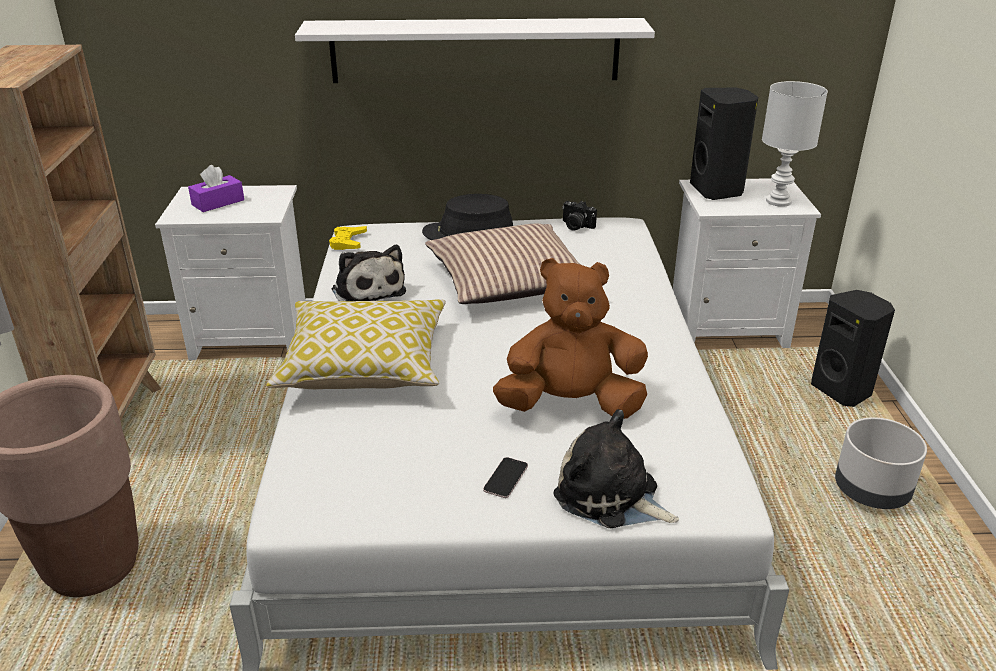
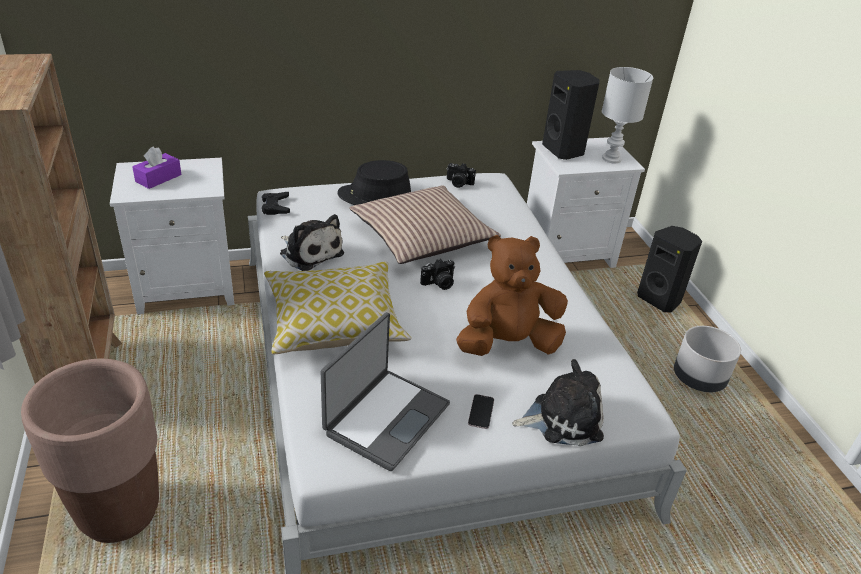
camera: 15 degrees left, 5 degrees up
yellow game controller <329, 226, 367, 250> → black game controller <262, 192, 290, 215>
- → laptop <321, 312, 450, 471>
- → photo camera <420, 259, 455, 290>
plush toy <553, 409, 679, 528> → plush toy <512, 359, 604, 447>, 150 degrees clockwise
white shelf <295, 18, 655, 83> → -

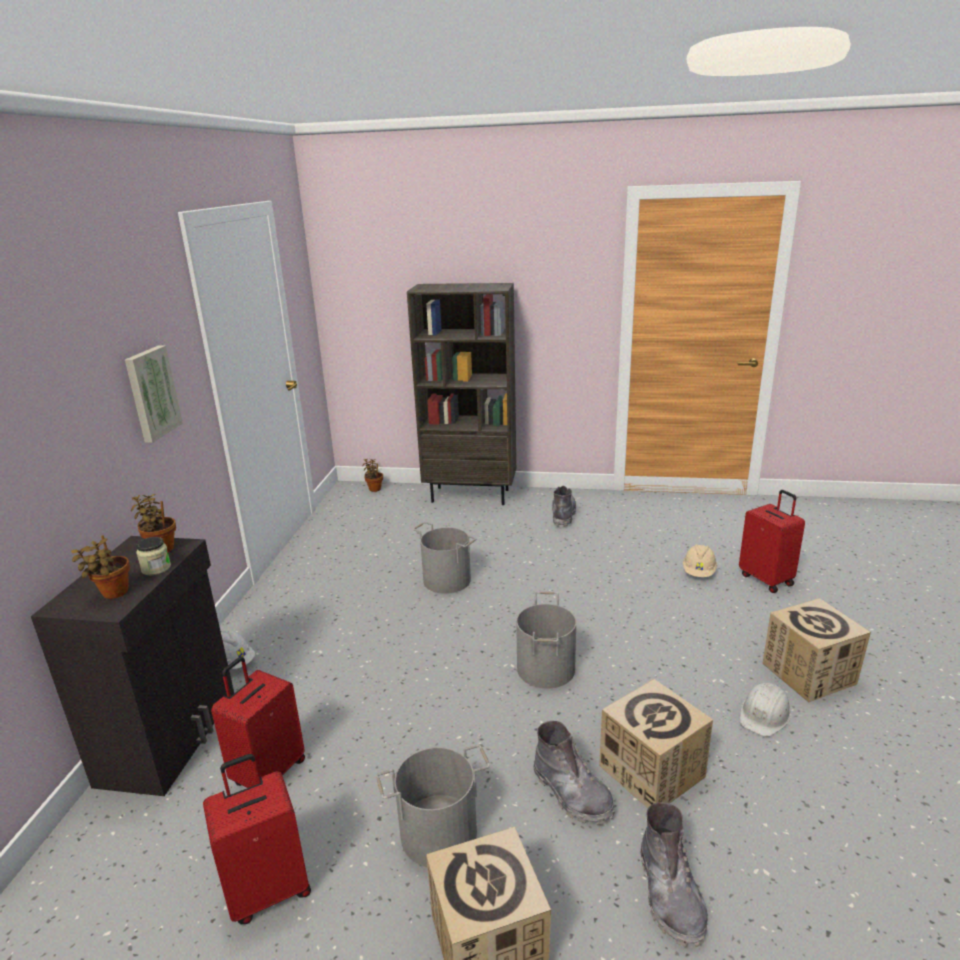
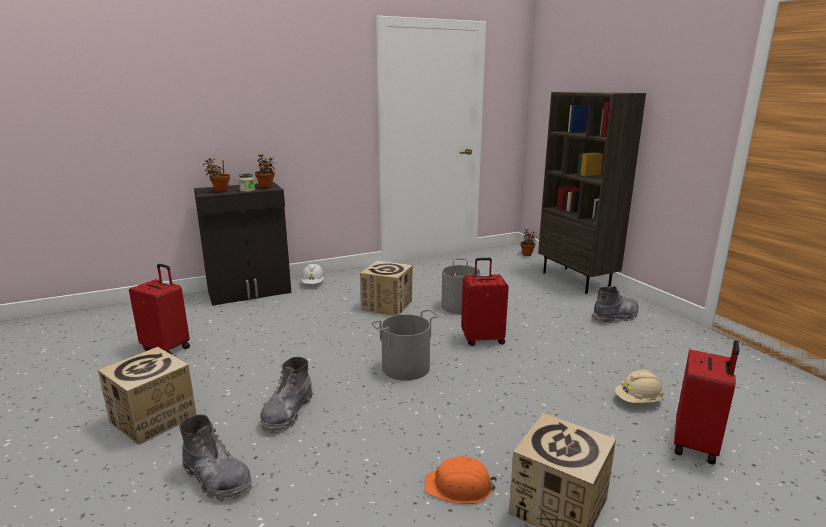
camera: 55 degrees right, 5 degrees down
grey boot <641, 802, 708, 947> → grey boot <179, 415, 252, 500>, 105 degrees counterclockwise
cardboard box <599, 679, 713, 808> → cardboard box <360, 261, 413, 316>, moved
white hard hat <740, 683, 791, 737> → orange hard hat <425, 456, 497, 504>
red suitcase <211, 657, 305, 788> → red suitcase <461, 258, 509, 346>, moved
picture <125, 345, 183, 443> → -
grey bucket <376, 745, 490, 867> → -

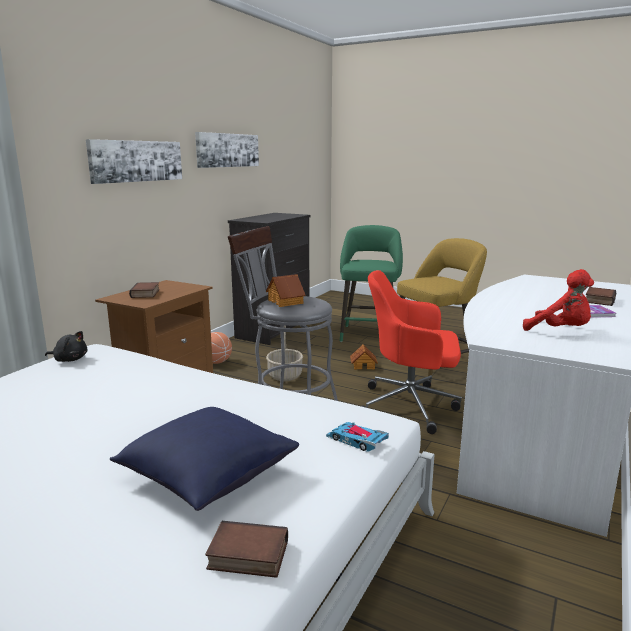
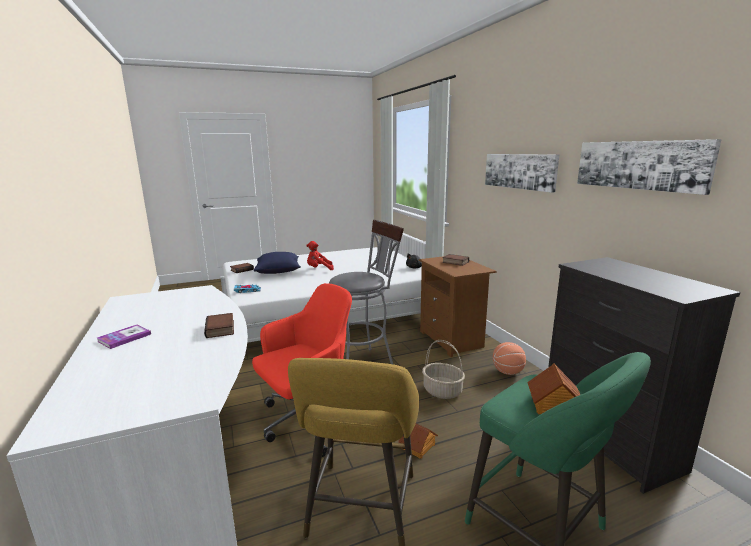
camera: 130 degrees right, 0 degrees up
book <586, 287, 616, 306> → book <204, 313, 234, 338>, moved
red plush toy <523, 269, 594, 331> → red plush toy <306, 241, 334, 270>, moved
toy house <266, 274, 305, 307> → toy house <527, 364, 581, 414>, moved

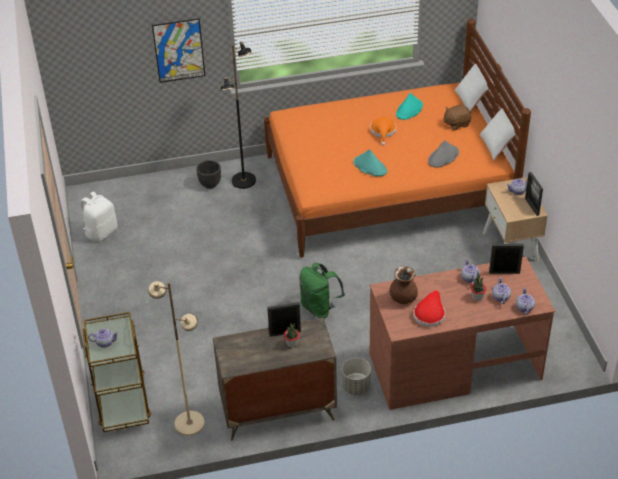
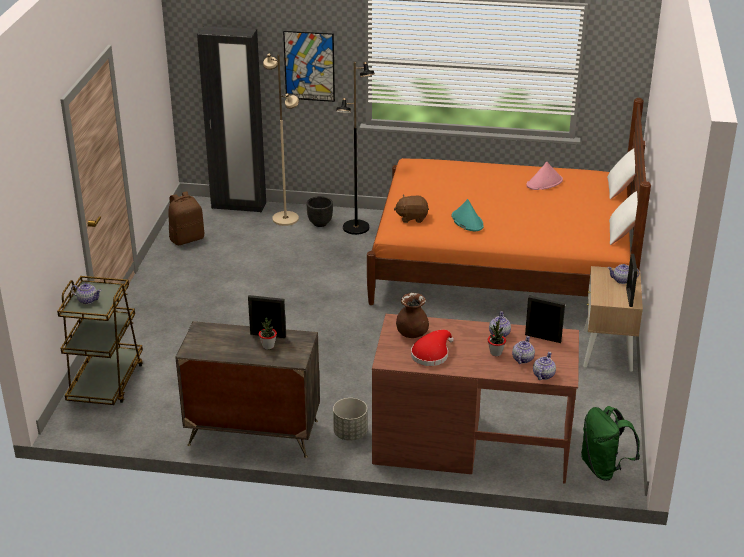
camera: 20 degrees right, 10 degrees down
white backpack <80, 191, 117, 242> → brown backpack <168, 191, 204, 245>
- → black wardrobe <197, 26, 266, 212>
beige floor lamp <148, 281, 205, 436> → beige floor lamp <263, 54, 299, 226>, moved
brown plush toy <443, 104, 472, 130> → brown plush toy <394, 195, 429, 223>, moved
turquoise hat <396, 93, 423, 120> → pink hat <527, 162, 563, 190>
green backpack <299, 263, 345, 318> → green backpack <581, 406, 640, 481>, moved
orange hat <371, 117, 396, 146> → -
grey hat <428, 140, 459, 168> → -

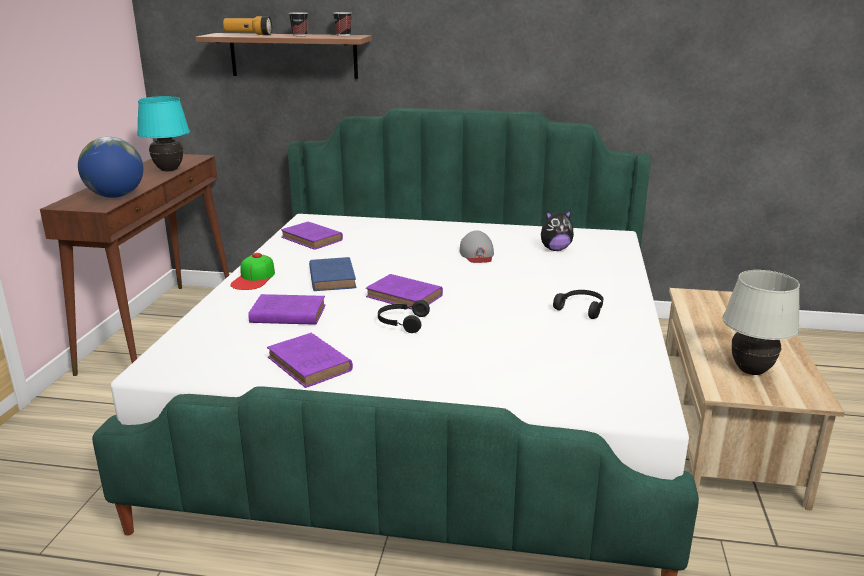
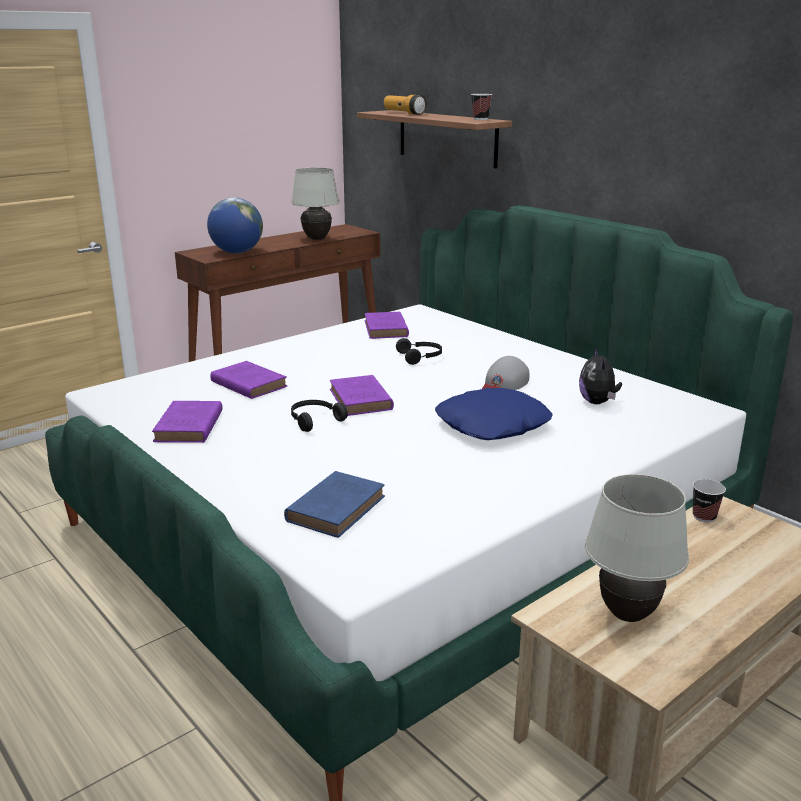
camera: 40 degrees right, 0 degrees up
blue book <309, 257, 356, 291> → blue book <284, 471, 385, 538>, moved
turquoise table lamp <137, 96, 190, 172> → white table lamp <292, 168, 340, 240>
black headphones <553, 290, 603, 319> → black headphones <396, 338, 442, 365>, moved
- → blue pillow <435, 388, 552, 440>
plush toy <541, 210, 574, 251> → plush toy <579, 348, 622, 404>, 60 degrees clockwise
cup <289, 12, 308, 36> → cup <693, 479, 726, 522>, moved
cap <230, 253, 275, 290> → -

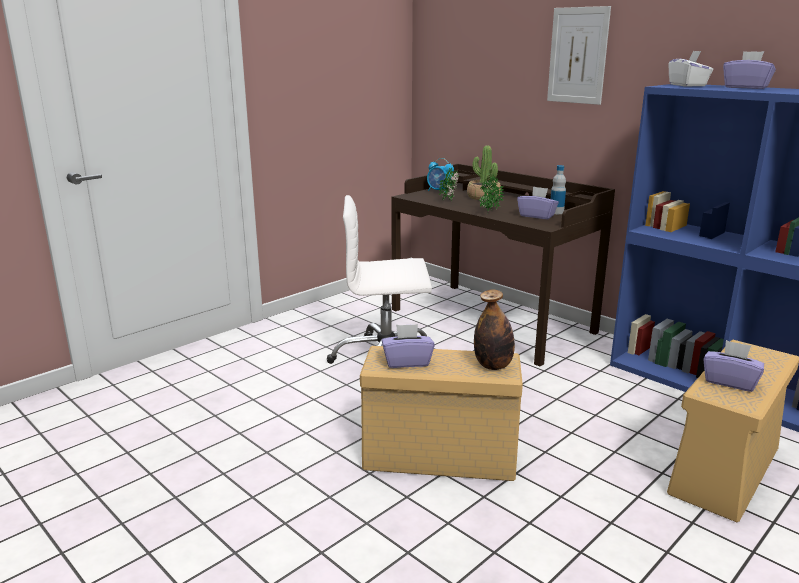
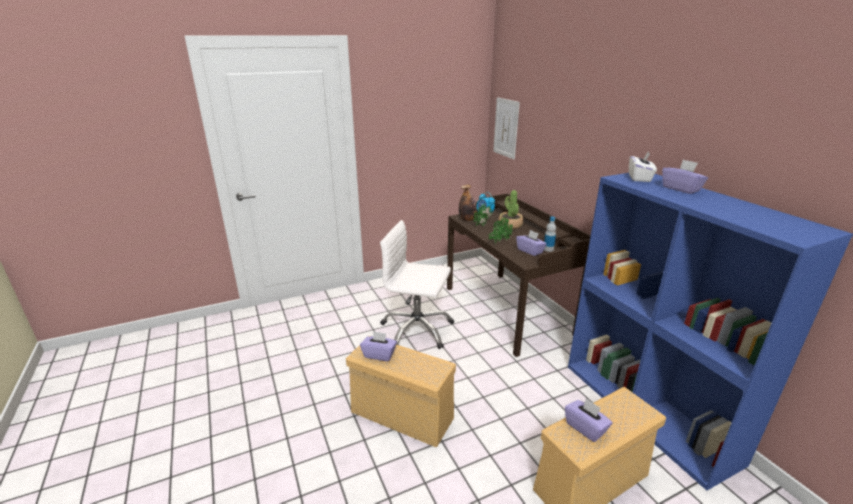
camera: 20 degrees right, 5 degrees up
bottle <474, 290, 515, 370> → bottle <459, 185, 477, 221>, moved
picture <547, 6, 611, 105> → picture <493, 97, 520, 160>, moved

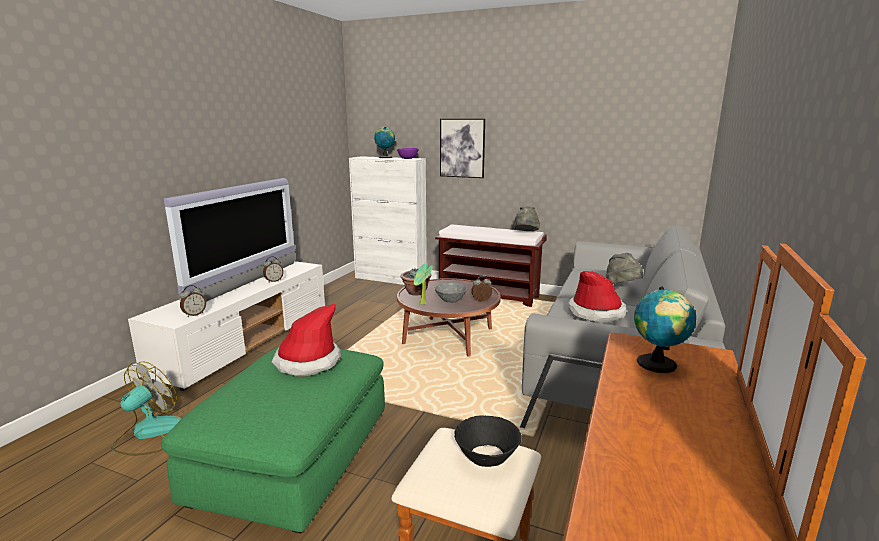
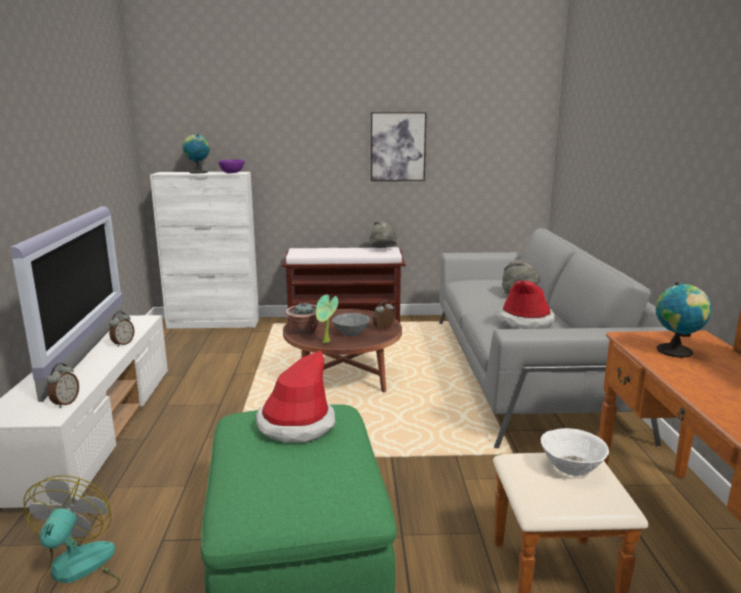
camera: 25 degrees left, 0 degrees up
picture <440, 119, 485, 178> → picture <371, 112, 427, 181>, moved
black bowl <455, 415, 521, 467> → white bowl <541, 428, 609, 476>

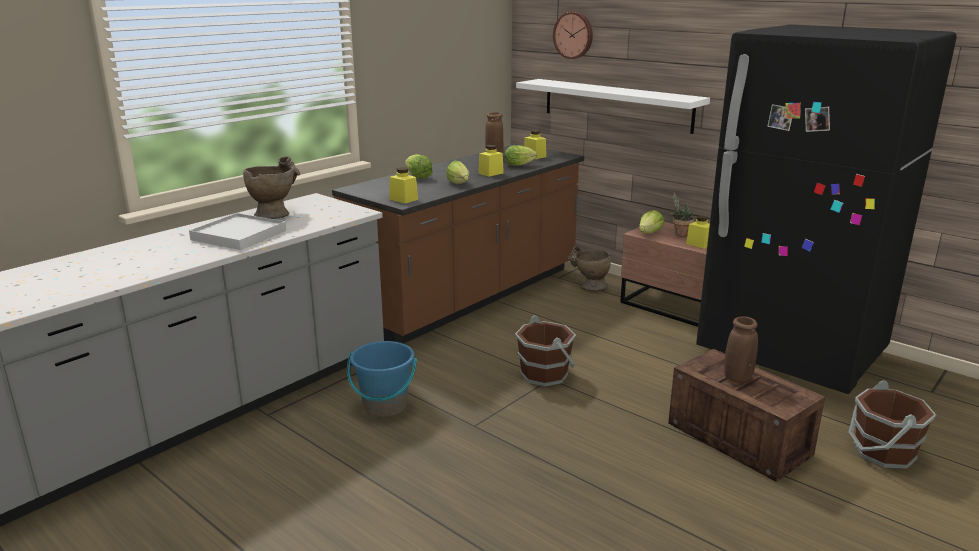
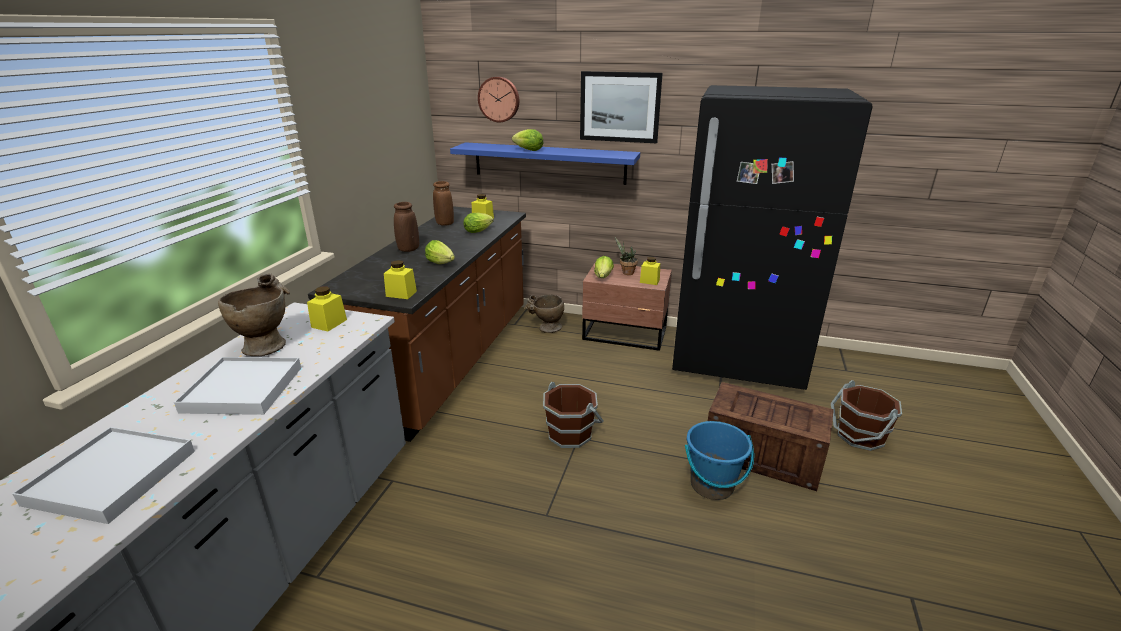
camera: 25 degrees left, 5 degrees up
- → white tray <12, 427, 195, 524>
yellow jar <478, 145, 504, 177> → yellow jar <307, 286, 347, 331>, moved
brown vase <724, 316, 758, 382> → brown vase <394, 202, 419, 252>, moved
white shelf <516, 79, 710, 134> → blue shelf <450, 142, 640, 185>
lettuce <405, 154, 433, 179> → lettuce <512, 129, 543, 151>, moved
- → picture <580, 71, 663, 143>
blue bucket <347, 341, 417, 417> → blue bucket <685, 421, 754, 500>, moved

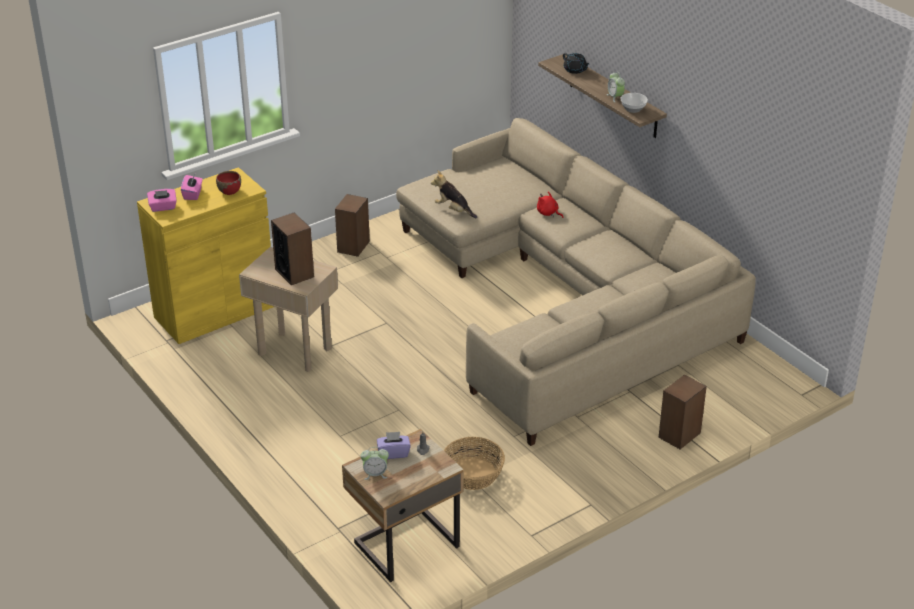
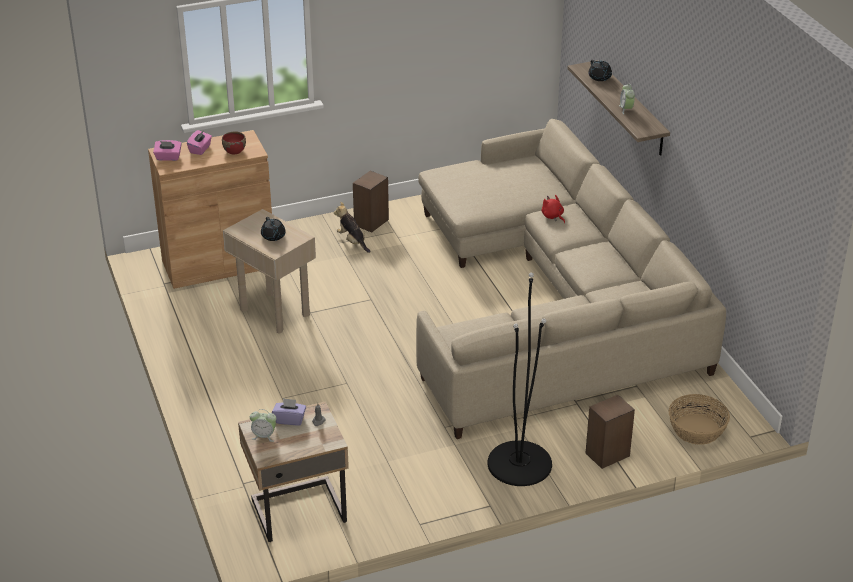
camera: 15 degrees right, 0 degrees up
yellow cabinet <137, 167, 274, 344> → brown cabinet <148, 130, 272, 289>
speaker <271, 213, 314, 285> → black teapot <261, 217, 286, 241>
plush toy <431, 170, 477, 218> → plush toy <333, 202, 370, 253>, moved
- → black floor lamp <488, 273, 552, 486>
basket <444, 437, 505, 490> → basket <668, 394, 730, 445>, moved
bowl <621, 93, 648, 113> → -

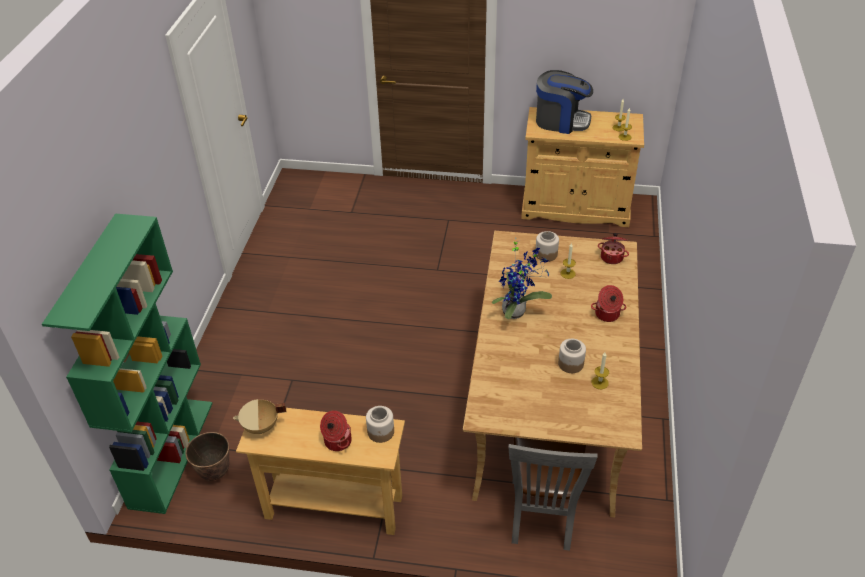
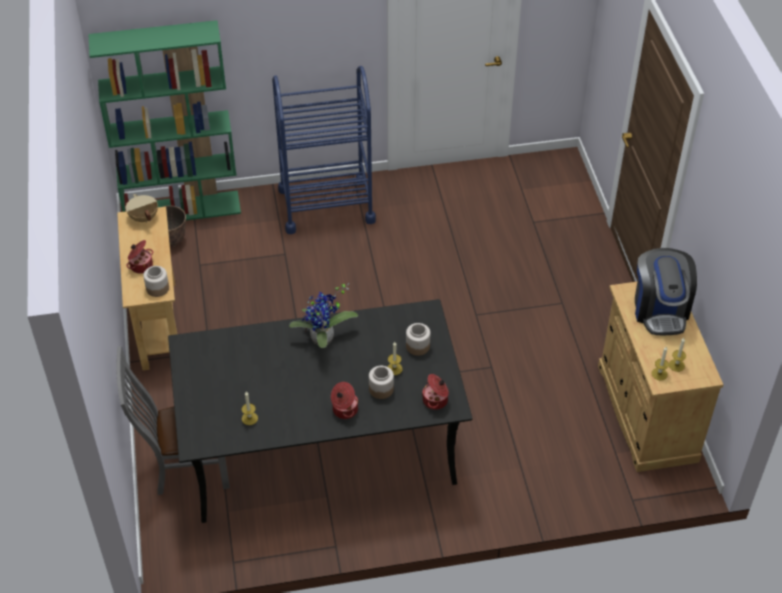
camera: 70 degrees right, 5 degrees up
beige dining table <463, 231, 642, 517> → black dining table <168, 299, 473, 523>
- → blue cart <272, 66, 376, 234>
jar <558, 339, 586, 373> → jar <369, 366, 394, 399>, moved

